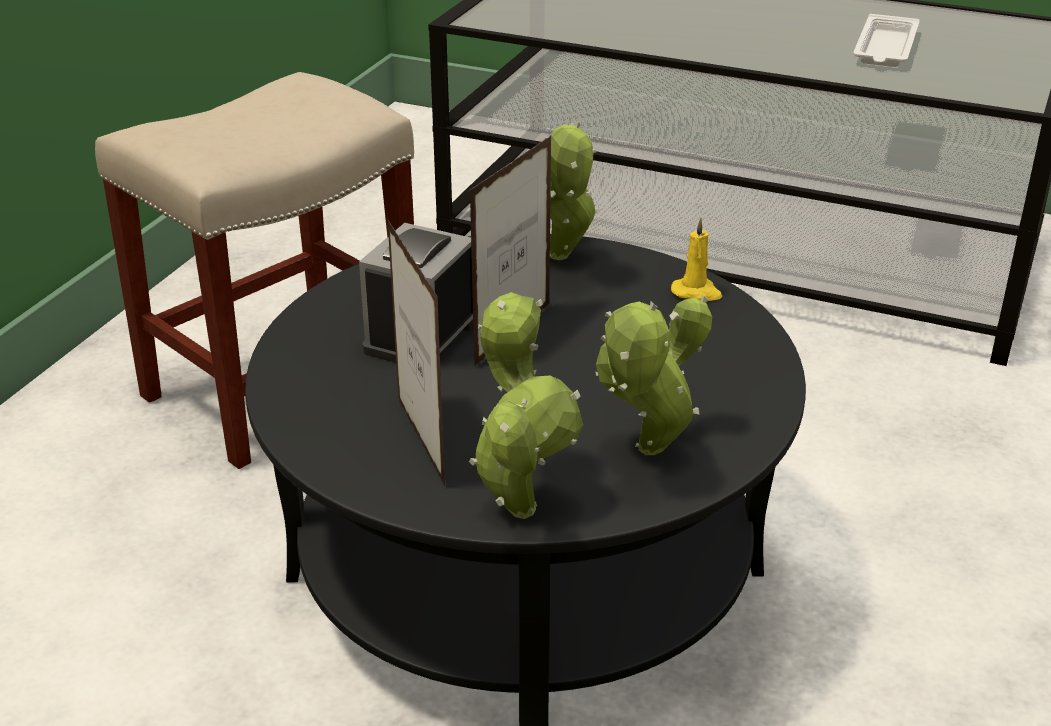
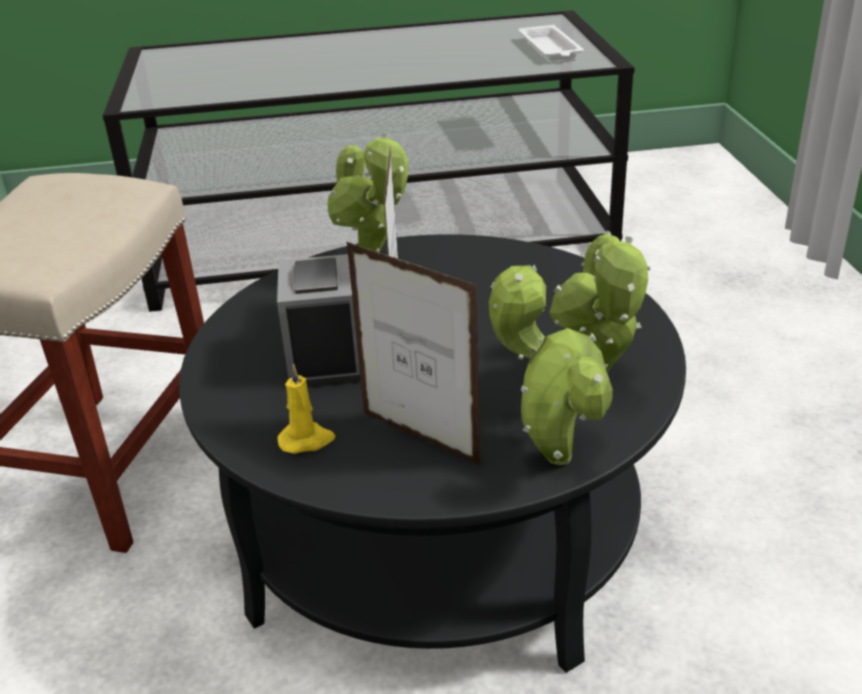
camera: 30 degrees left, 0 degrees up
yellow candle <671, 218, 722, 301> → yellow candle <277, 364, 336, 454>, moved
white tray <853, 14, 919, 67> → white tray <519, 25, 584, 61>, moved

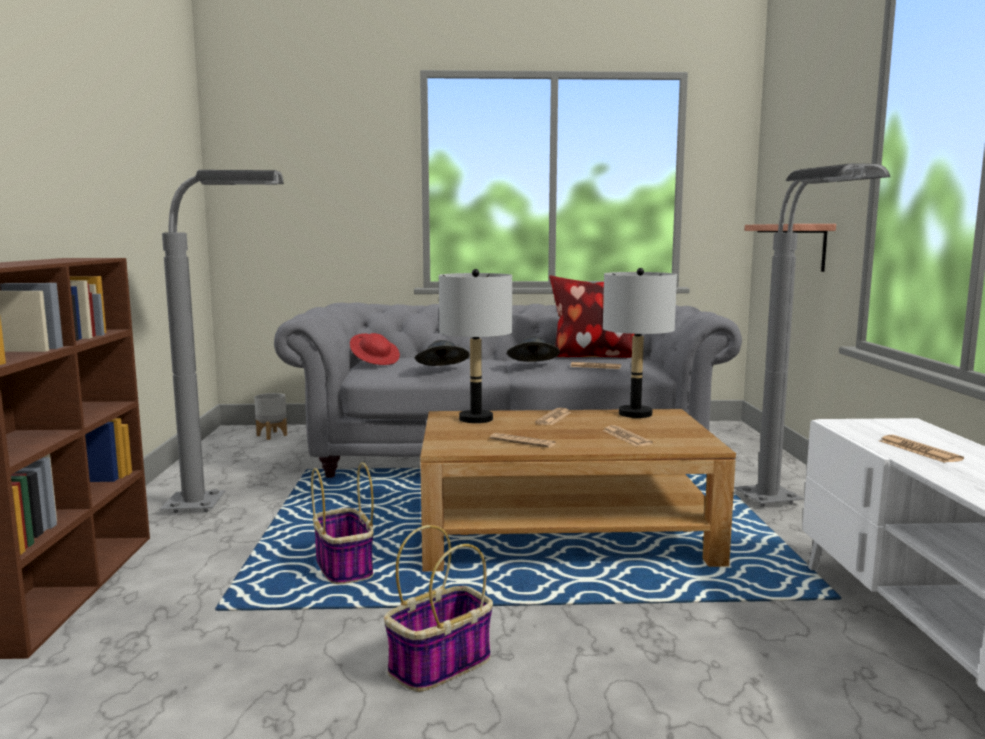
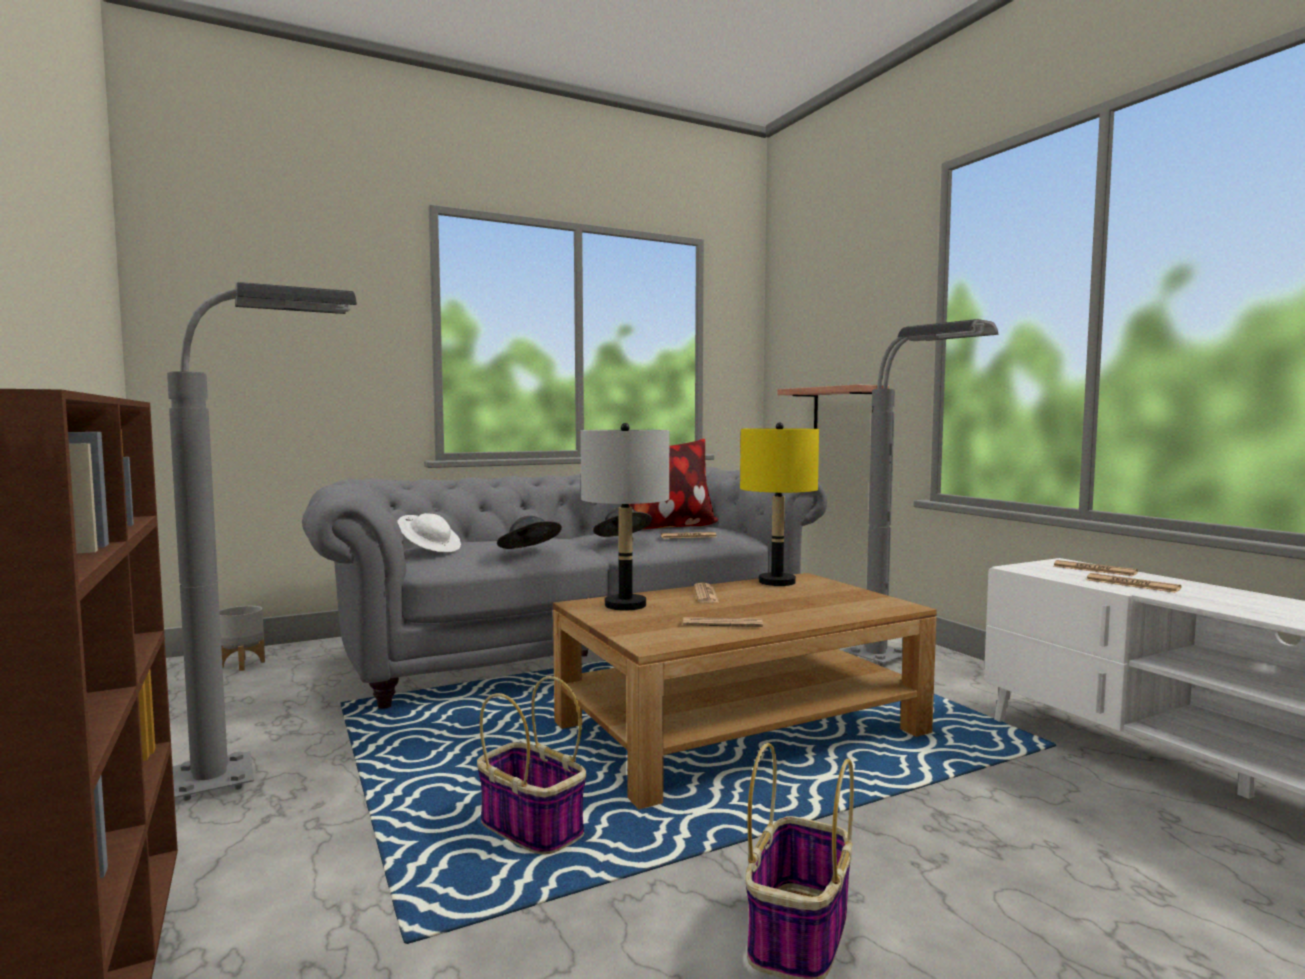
camera: 25 degrees left, 5 degrees down
red hat <350, 333, 400, 365> → white hat <397, 513, 461, 552>
grey table lamp <603, 268, 677, 418> → yellow table lamp <740, 423, 819, 586>
newspaper <602, 425, 653, 446> → newspaper <1053, 560, 1138, 576>, moved

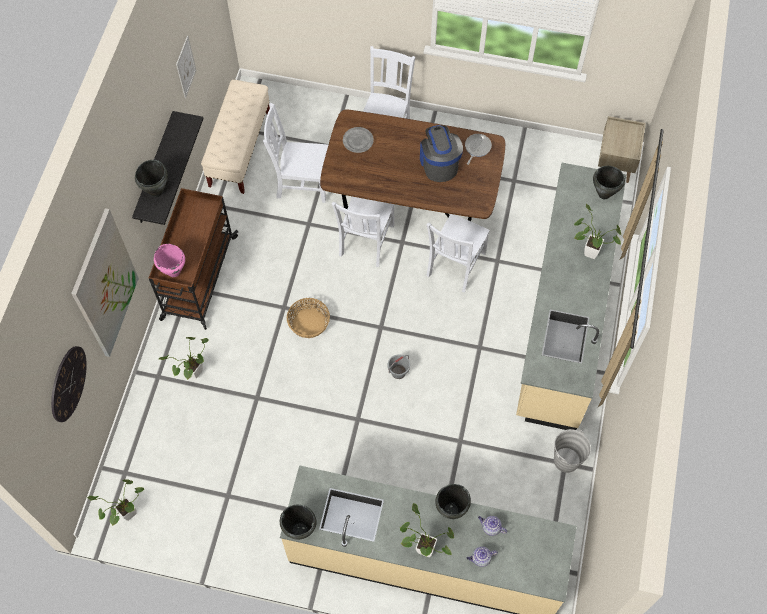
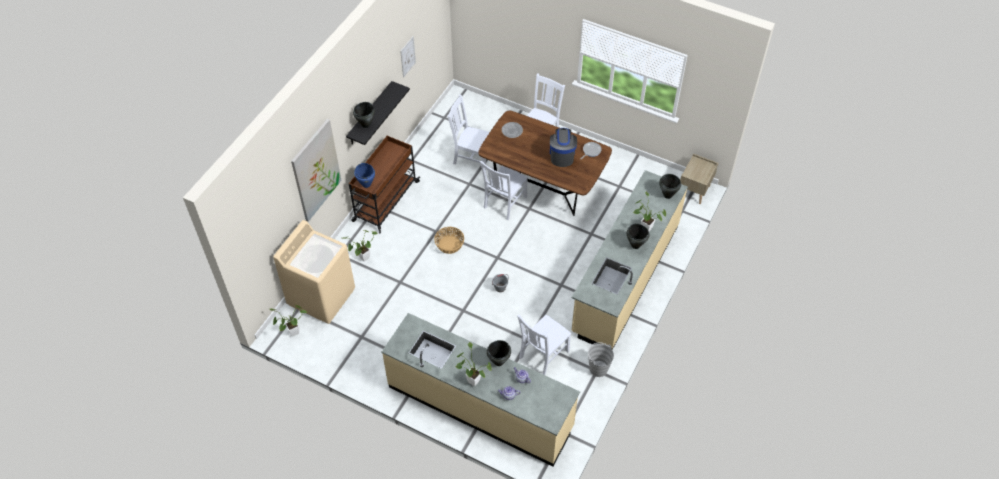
camera: 15 degrees right, 10 degrees down
- → beige washing machine <273, 220, 355, 324>
pink cooking pot <154, 244, 185, 277> → blue cooking pot <354, 163, 375, 188>
white chair <426, 214, 490, 292> → white chair <517, 315, 571, 375>, moved
black cooking pot <280, 505, 316, 540> → black cooking pot <627, 224, 649, 249>, moved
wall clock <51, 346, 87, 422> → -
beige bench <201, 80, 270, 194> → -

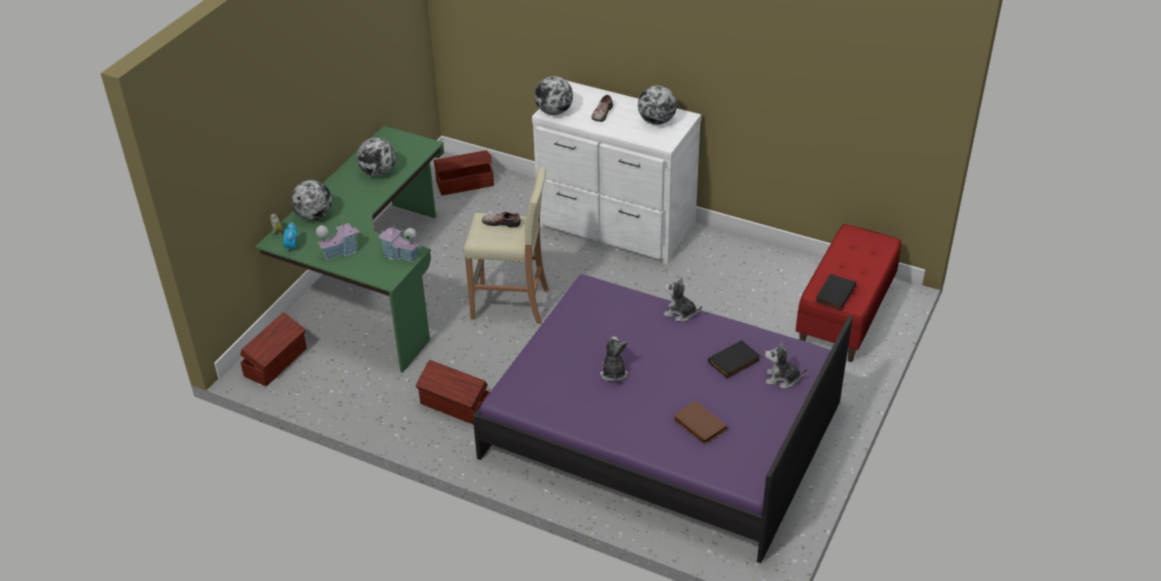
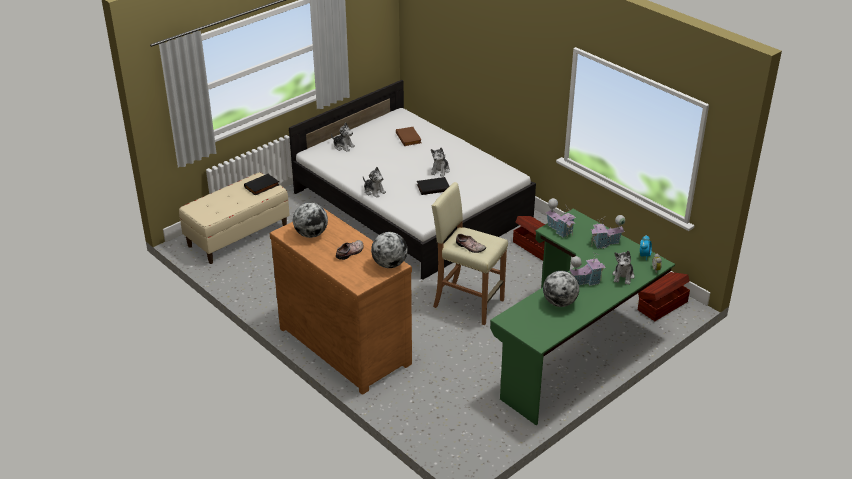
camera: 160 degrees left, 5 degrees down
red bench <796, 224, 901, 362> → beige bench <179, 172, 290, 264>
white dresser <532, 81, 701, 264> → brown dresser <270, 207, 412, 395>
purple bed <473, 274, 853, 563> → white bed <289, 80, 536, 280>
black book <708, 340, 761, 379> → black book <417, 177, 449, 195>, moved
- → toy house <569, 252, 605, 286>
globe <291, 180, 332, 221> → plush toy <612, 251, 635, 285>
brown storage box <434, 150, 494, 196> → -

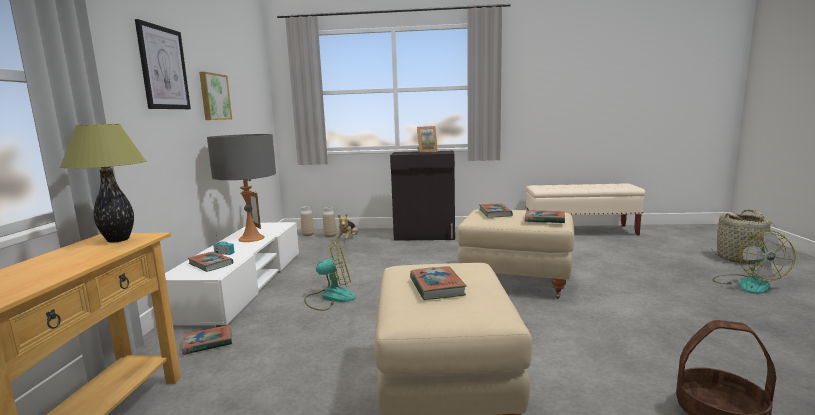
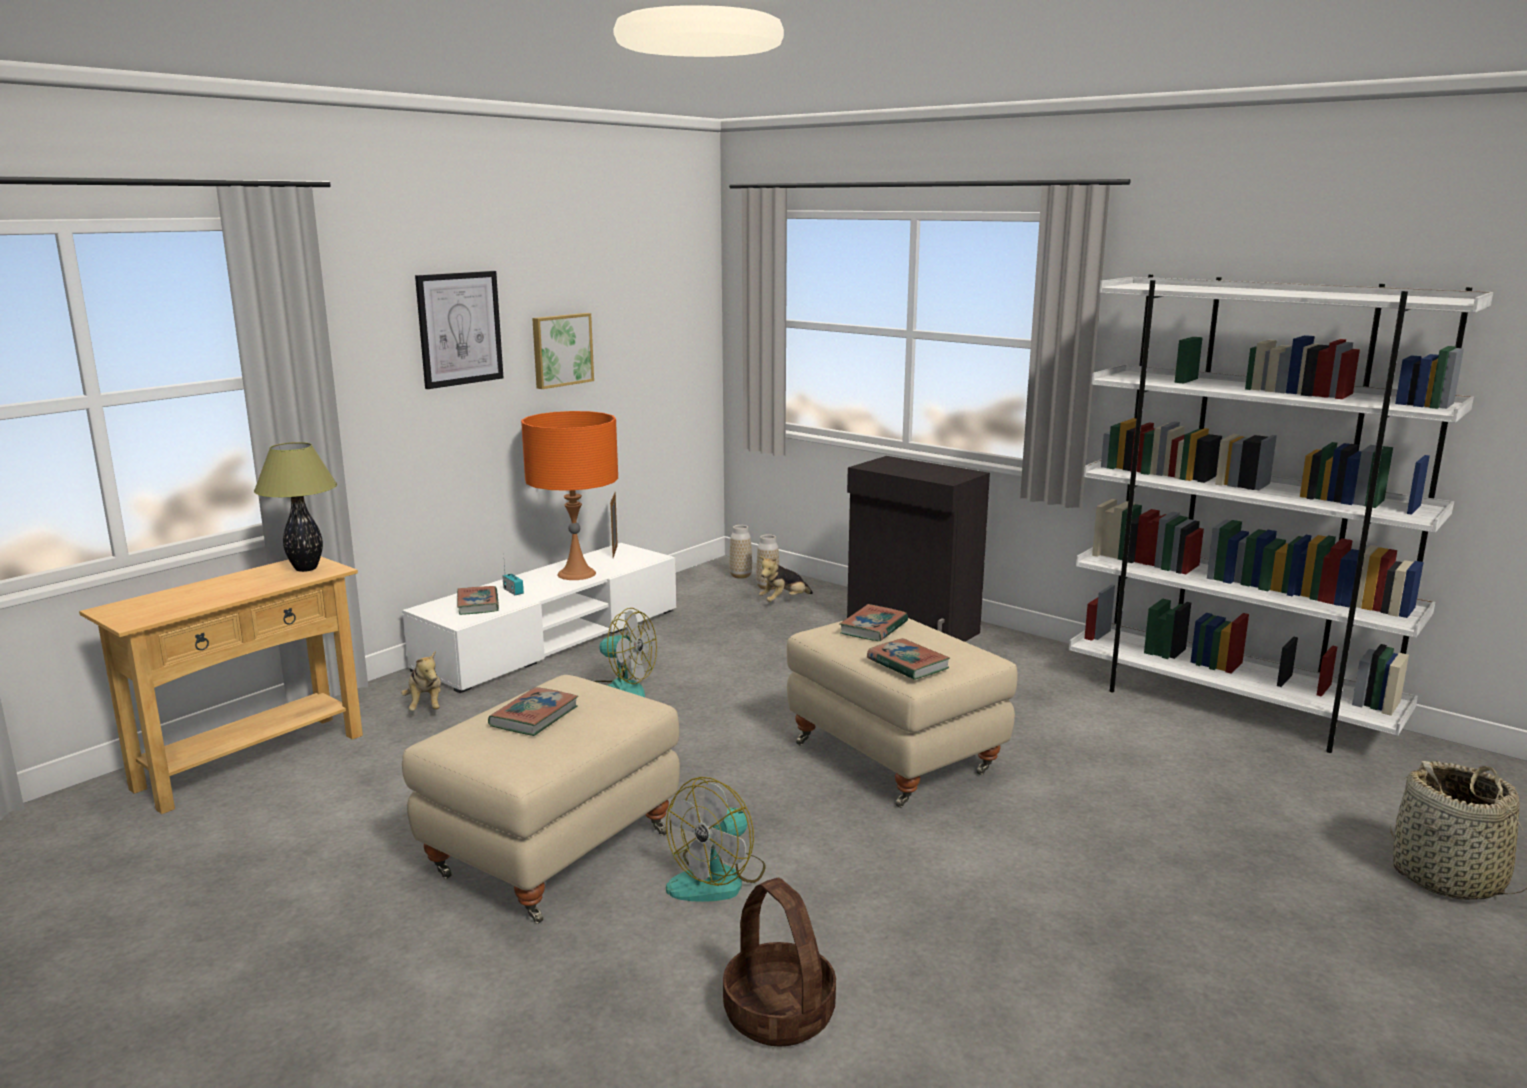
camera: 35 degrees right, 5 degrees up
book <182, 324, 232, 355> → plush toy <401, 650, 441, 711>
grey table lamp <207, 134, 276, 242> → orange table lamp <521, 411, 618, 580>
fan <712, 230, 796, 294> → fan <666, 777, 765, 902>, moved
beige bench <525, 184, 645, 236> → white bookcase <1069, 274, 1493, 753>
picture frame <417, 126, 438, 153> → -

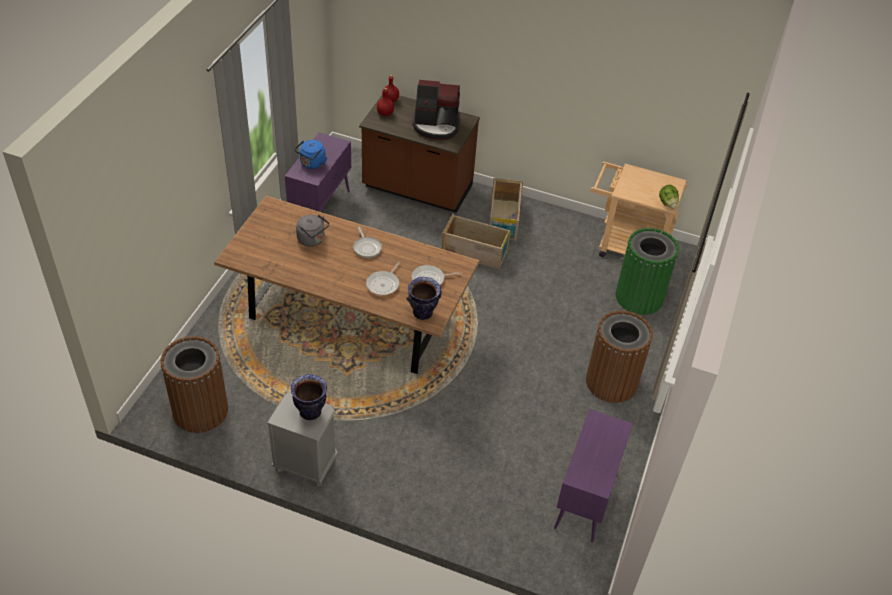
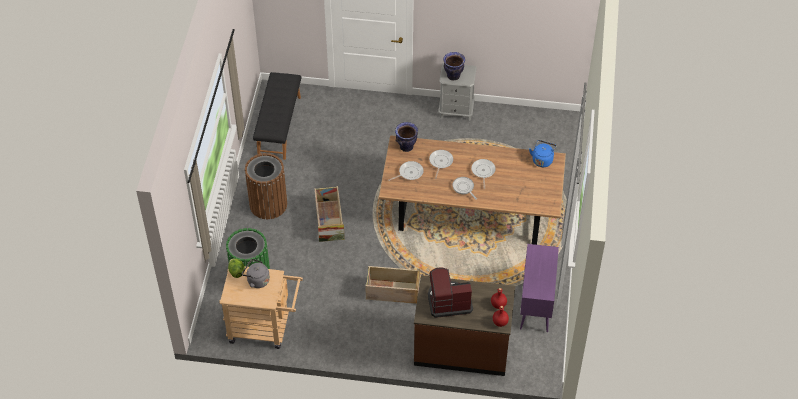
camera: 170 degrees right, 5 degrees up
grey kettle <296, 215, 330, 246> → grey kettle <242, 259, 270, 288>, moved
purple cabinet <554, 409, 633, 542> → black bench <253, 72, 301, 160>
crate <489, 178, 523, 241> → crate <314, 186, 345, 242>, moved
- → frying pan <471, 159, 496, 189>
blue kettle <294, 140, 327, 169> → blue kettle <529, 140, 557, 167>, moved
brown trash can <161, 336, 228, 433> → -

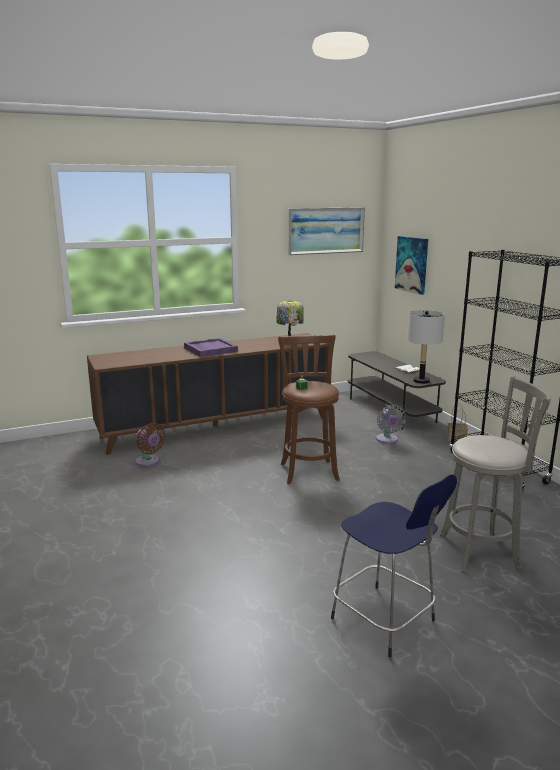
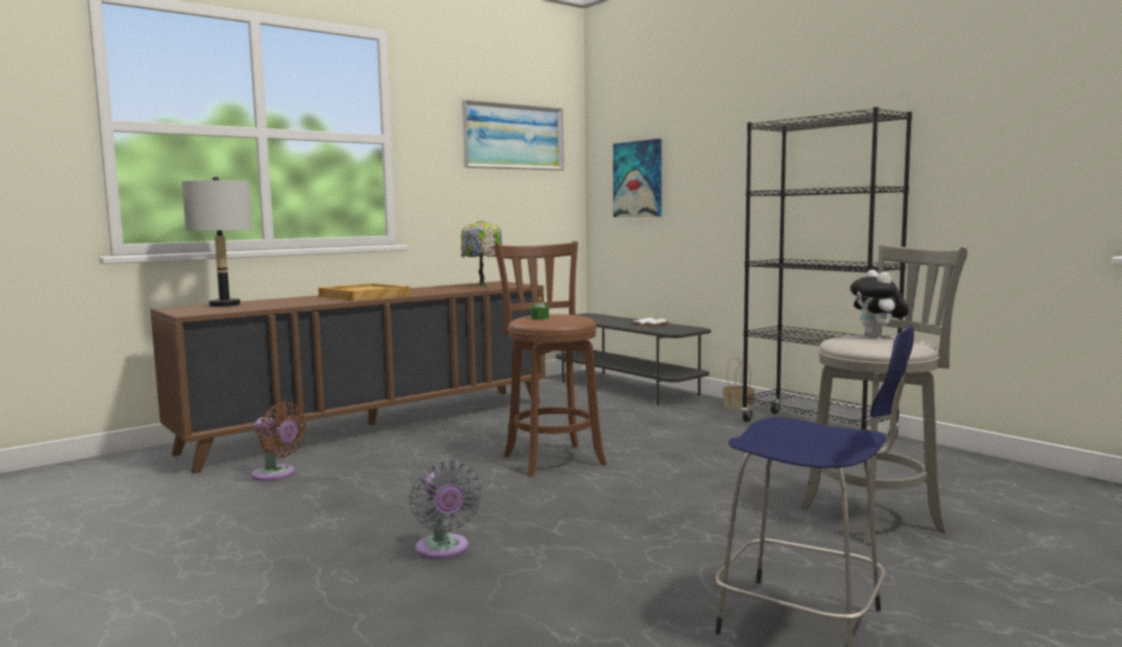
camera: 15 degrees left, 10 degrees down
grey table lamp <407, 310, 445, 384> → grey table lamp <182, 176, 252, 307>, moved
purple tray <184, 338, 238, 357> → beige tray <318, 283, 410, 301>
grey fan <376, 405, 406, 444> → grey fan <409, 459, 482, 559>, moved
- → plush toy <850, 270, 909, 337>

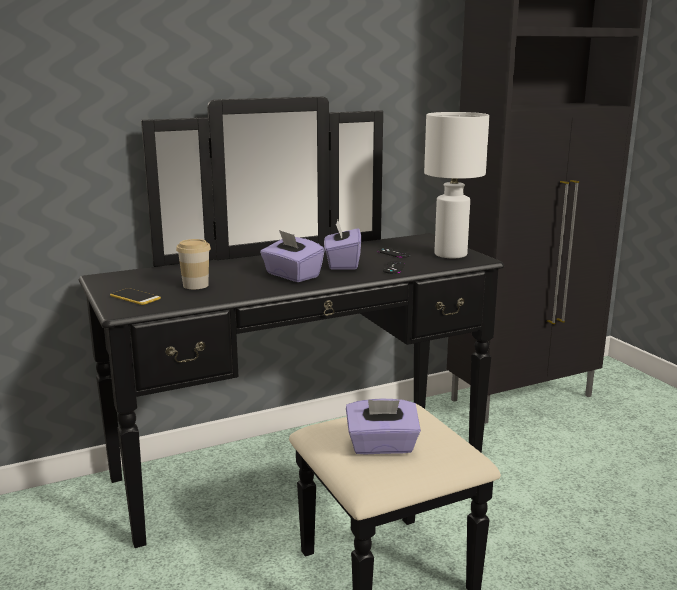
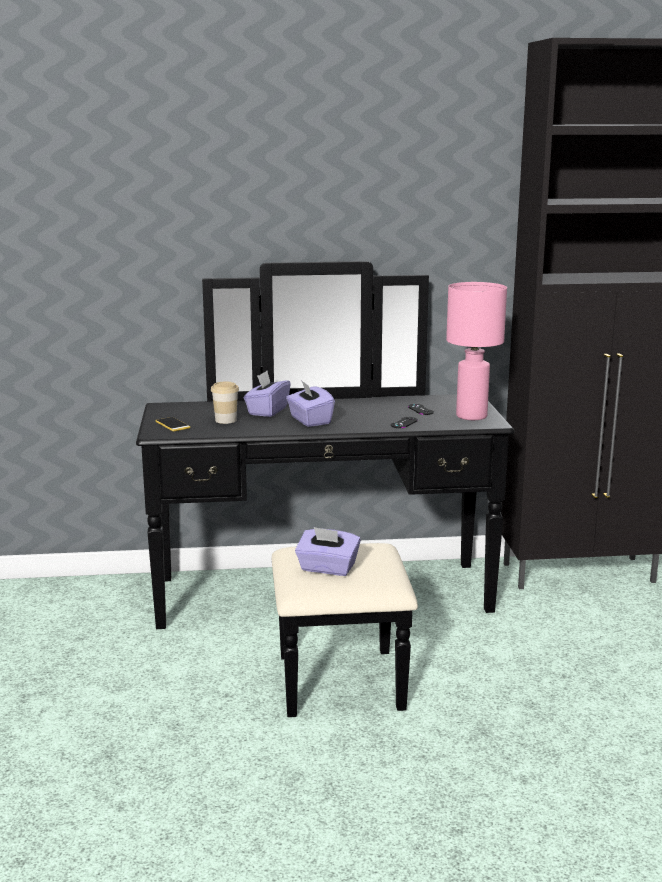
camera: 20 degrees right, 0 degrees up
purple tissue box <324, 220, 361, 269> → purple tissue box <244, 371, 291, 417>, moved
white table lamp <424, 112, 489, 258> → pink table lamp <446, 282, 507, 420>

